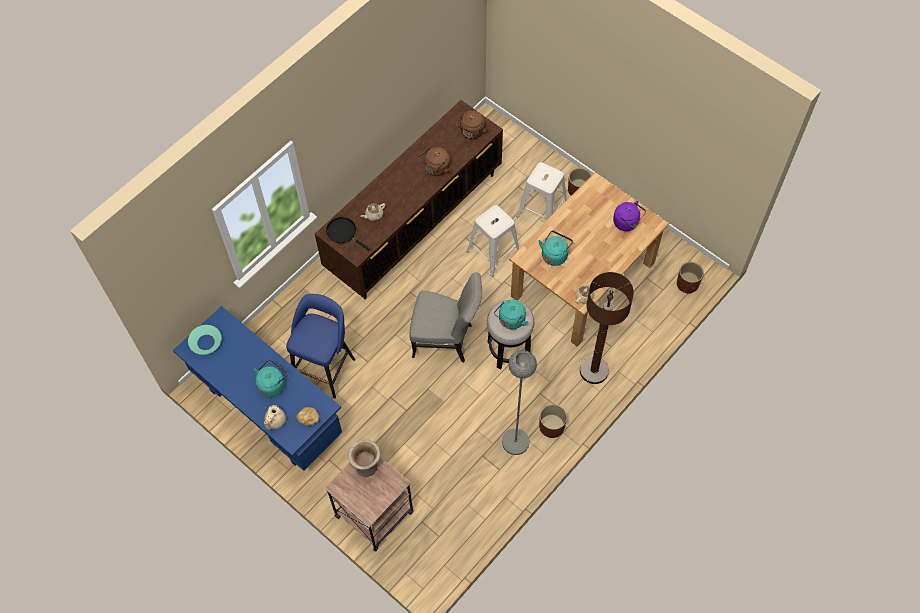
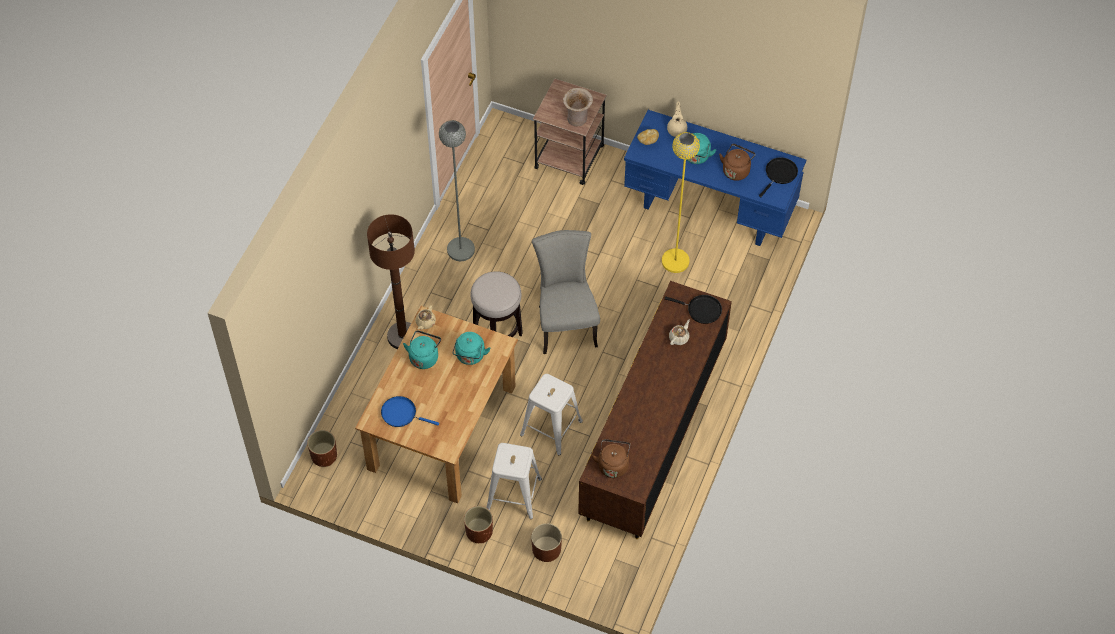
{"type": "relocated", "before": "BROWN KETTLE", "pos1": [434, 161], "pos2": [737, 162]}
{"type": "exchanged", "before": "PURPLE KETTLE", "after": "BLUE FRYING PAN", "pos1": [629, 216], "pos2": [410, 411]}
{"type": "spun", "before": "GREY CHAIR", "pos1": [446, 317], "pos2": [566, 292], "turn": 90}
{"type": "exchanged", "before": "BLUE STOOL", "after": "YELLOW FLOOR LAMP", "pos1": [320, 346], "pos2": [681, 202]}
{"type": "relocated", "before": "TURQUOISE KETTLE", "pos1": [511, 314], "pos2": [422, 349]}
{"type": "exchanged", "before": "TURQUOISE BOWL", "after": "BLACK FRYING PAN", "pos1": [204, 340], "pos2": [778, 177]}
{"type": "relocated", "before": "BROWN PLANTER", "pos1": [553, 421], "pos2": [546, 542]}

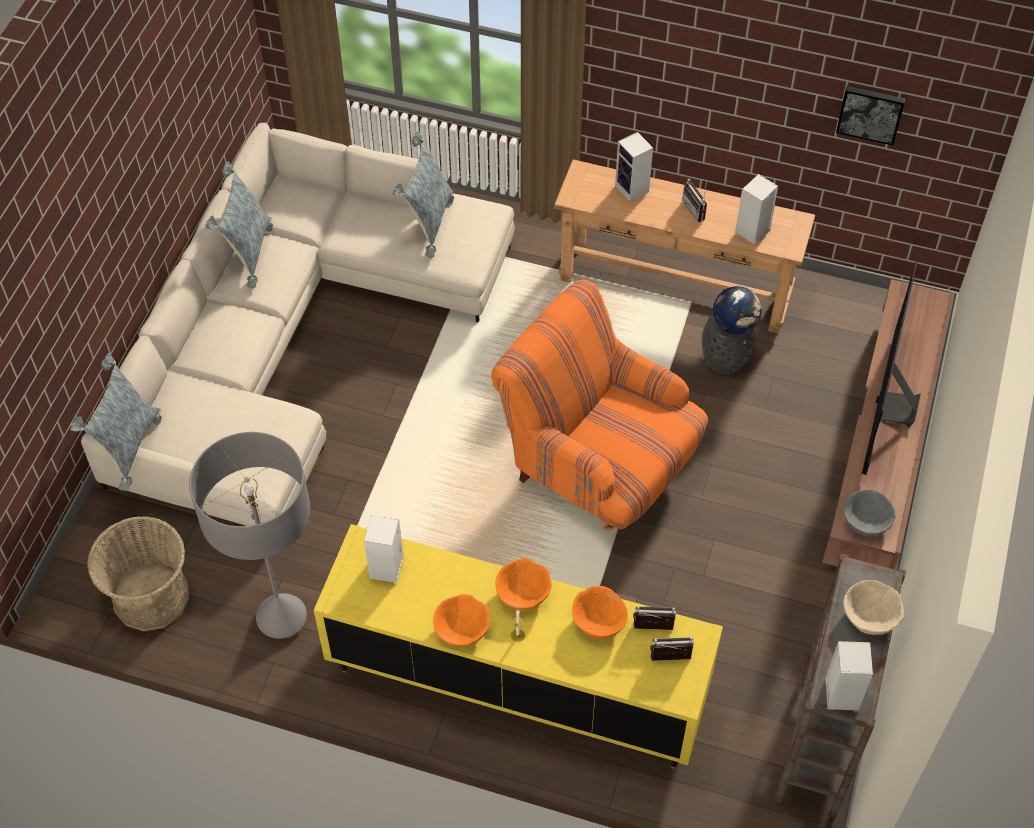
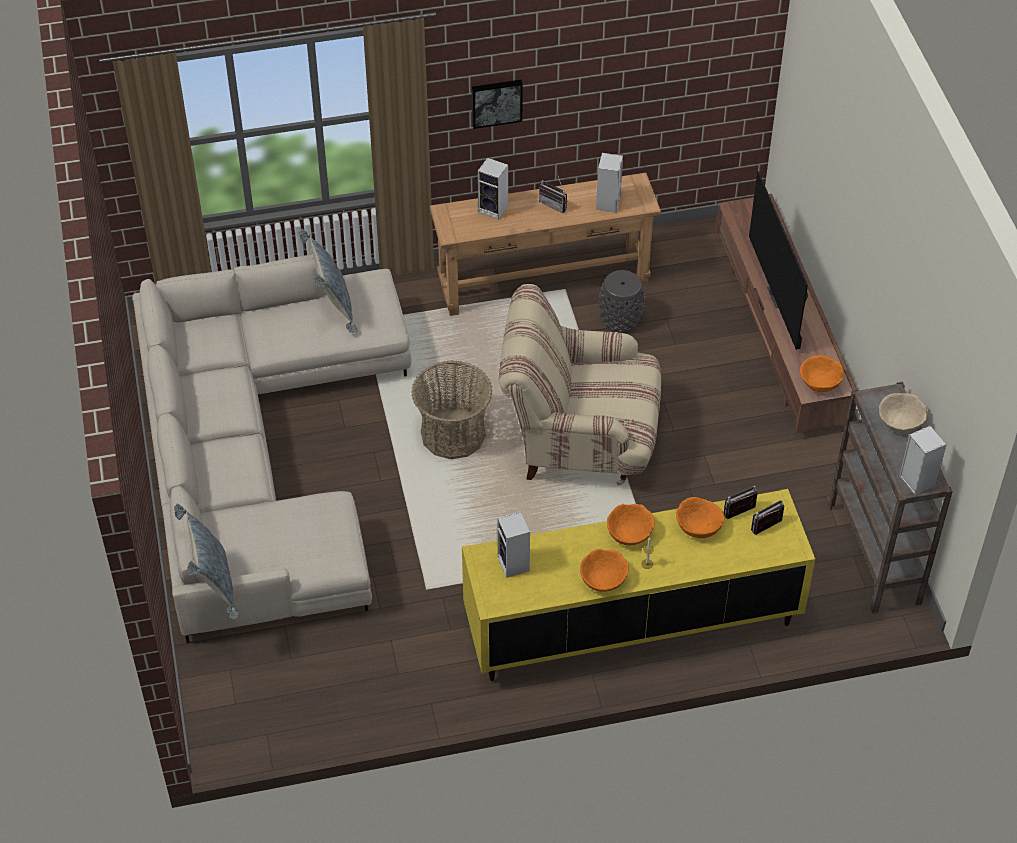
{"type": "relocated", "before": "PICTURE", "pos1": [871, 115], "pos2": [497, 104]}
{"type": "missing", "before": "PILLOW", "pos1": [239, 224]}
{"type": "colour", "before": "ORANGE ARMCHAIR", "after": "BEIGE ARMCHAIR", "pos1": [599, 405], "pos2": [580, 385]}
{"type": "missing", "before": "GLOBE", "pos1": [737, 310]}
{"type": "missing", "before": "GREY FLOOR LAMP", "pos1": [249, 535]}
{"type": "colour", "before": "GREY BOWL", "after": "ORANGE BOWL", "pos1": [870, 513], "pos2": [822, 373]}
{"type": "relocated", "before": "BASKET", "pos1": [138, 573], "pos2": [452, 410]}

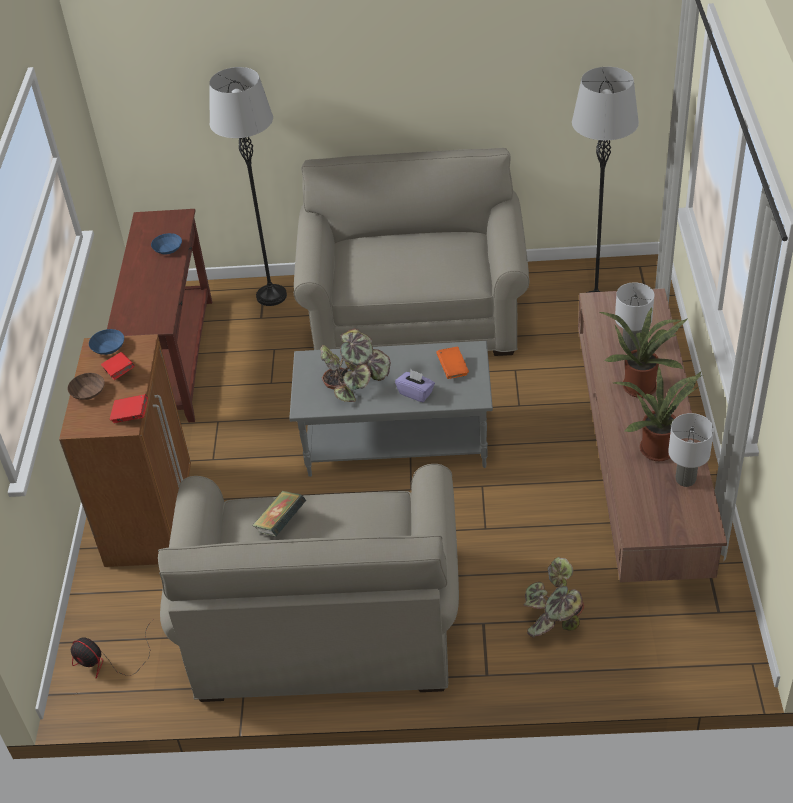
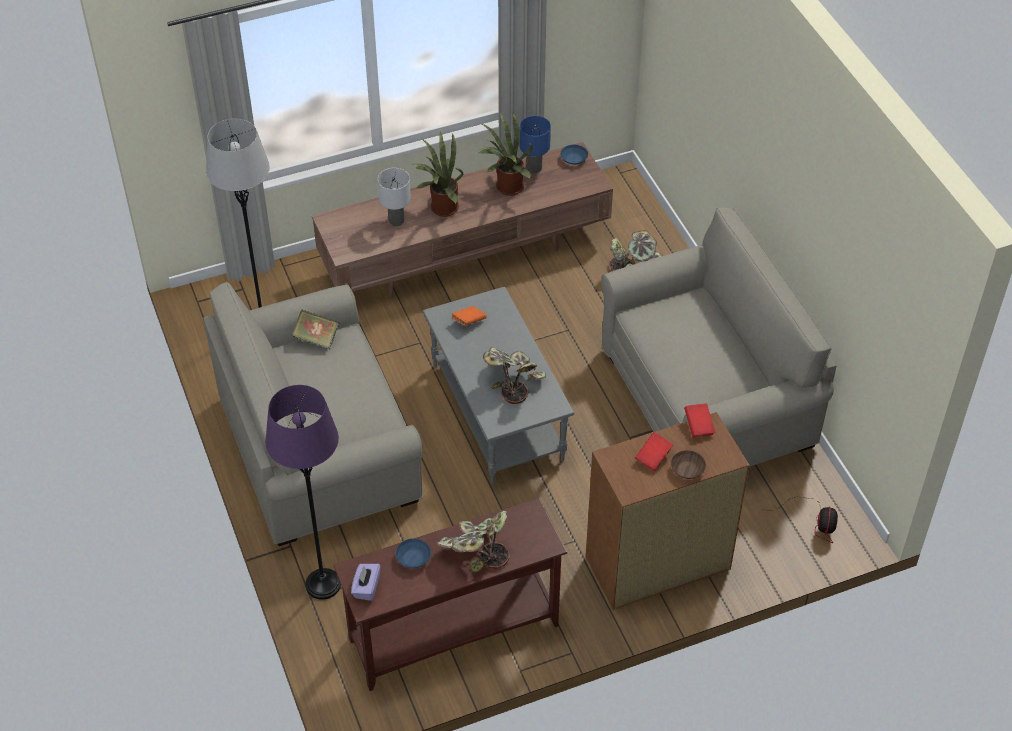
{"type": "colour", "before": "GREY FLOOR LAMP", "after": "PURPLE FLOOR LAMP", "pos1": [248, 186], "pos2": [303, 492]}
{"type": "relocated", "before": "BLUE BOWL", "pos1": [106, 342], "pos2": [574, 155]}
{"type": "relocated", "before": "PURPLE TISSUE BOX", "pos1": [415, 385], "pos2": [366, 582]}
{"type": "colour", "before": "WHITE TABLE LAMP", "after": "BLUE TABLE LAMP", "pos1": [691, 450], "pos2": [535, 144]}
{"type": "relocated", "before": "BOOK", "pos1": [279, 514], "pos2": [315, 329]}
{"type": "appeared", "after": "POTTED PLANT", "pos2": [473, 541]}

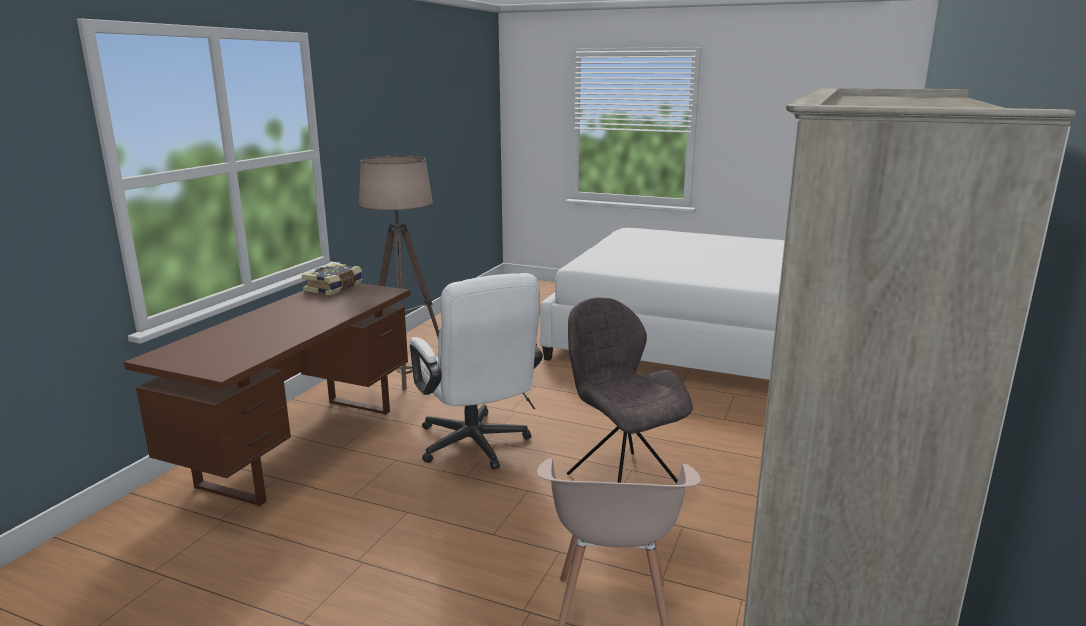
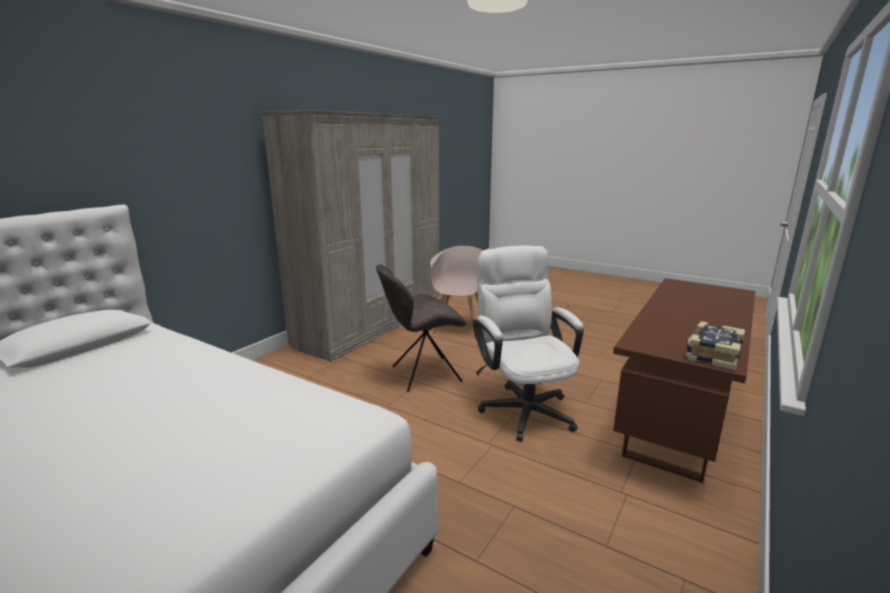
{"type": "missing", "before": "FLOOR LAMP", "pos1": [399, 273]}
{"type": "spun", "before": "GREY CHAIR", "pos1": [630, 391], "pos2": [421, 328], "turn": 90}

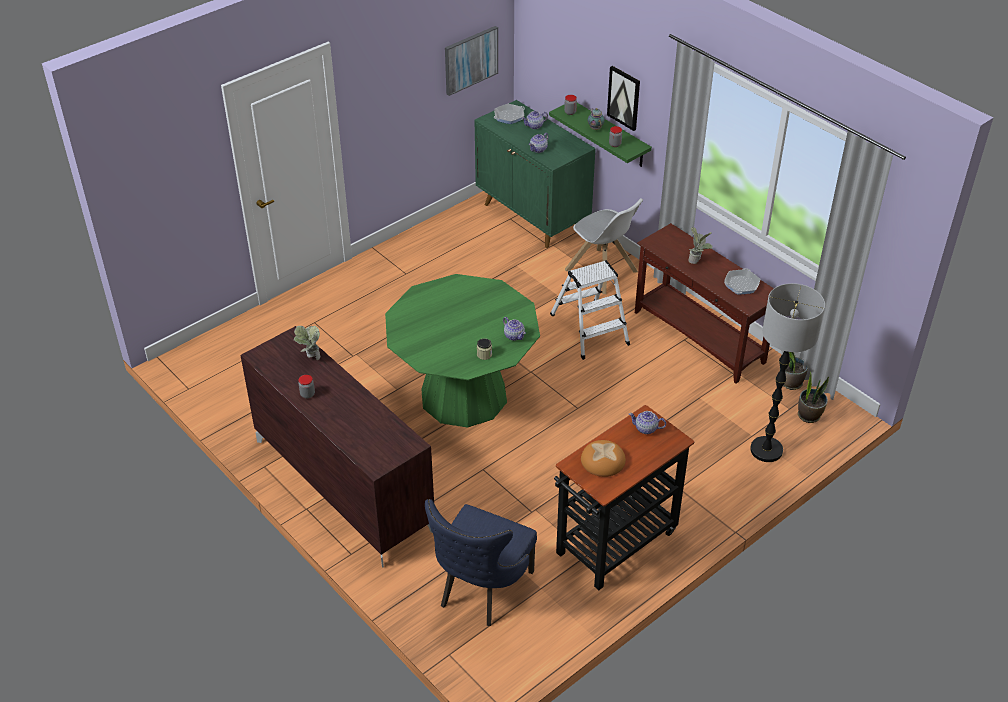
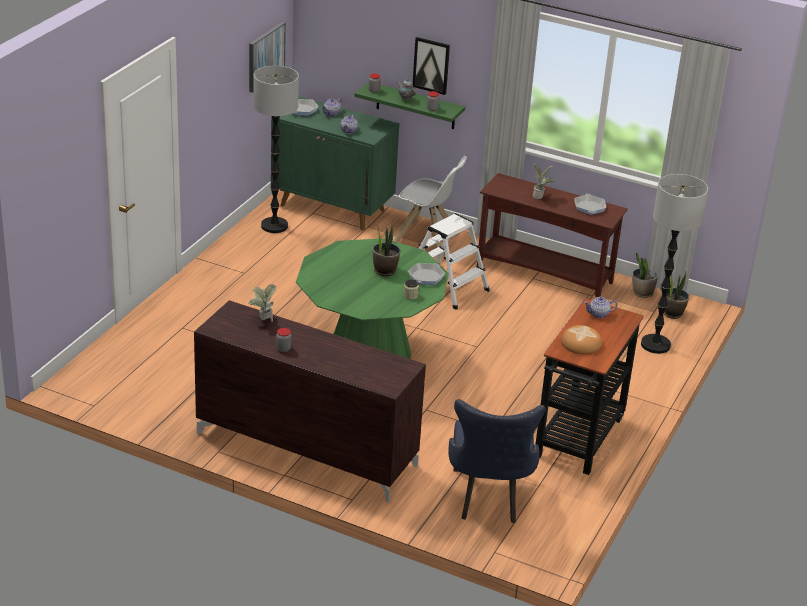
{"type": "exchanged", "before": "TEAPOT", "after": "FRYING PAN", "pos1": [514, 329], "pos2": [426, 274]}
{"type": "appeared", "after": "FLOOR LAMP", "pos2": [276, 149]}
{"type": "appeared", "after": "POTTED PLANT", "pos2": [386, 249]}

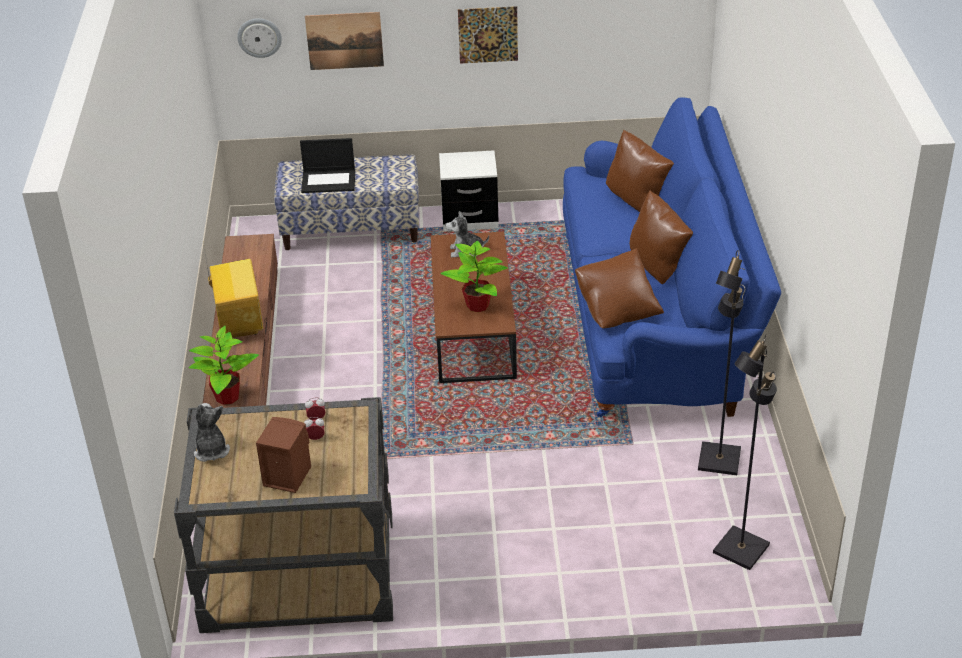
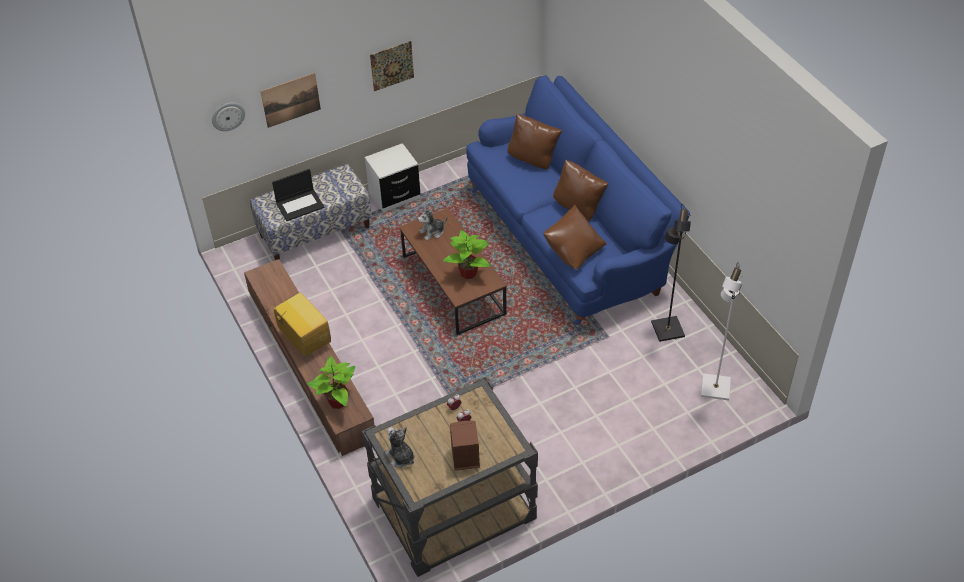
{"type": "colour", "before": "BLACK FLOOR LAMP", "after": "WHITE FLOOR LAMP", "pos1": [745, 452], "pos2": [722, 331]}

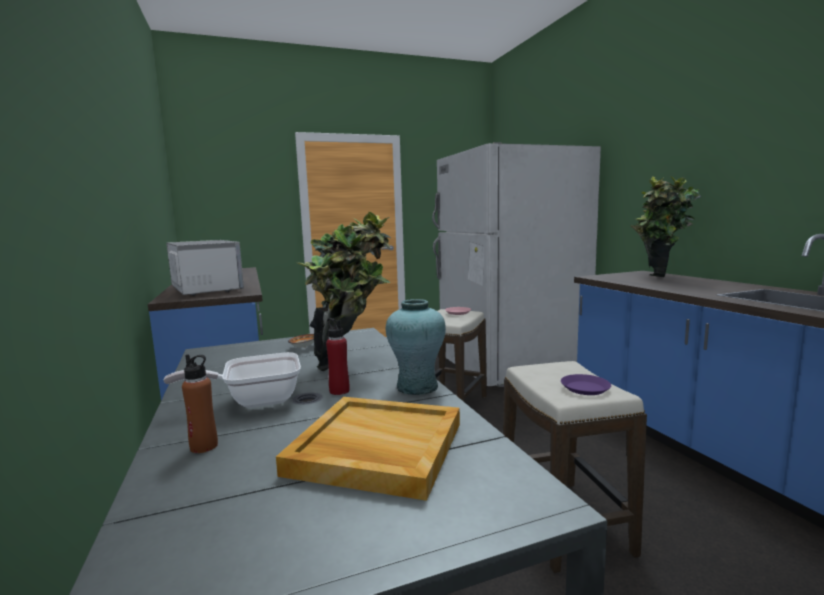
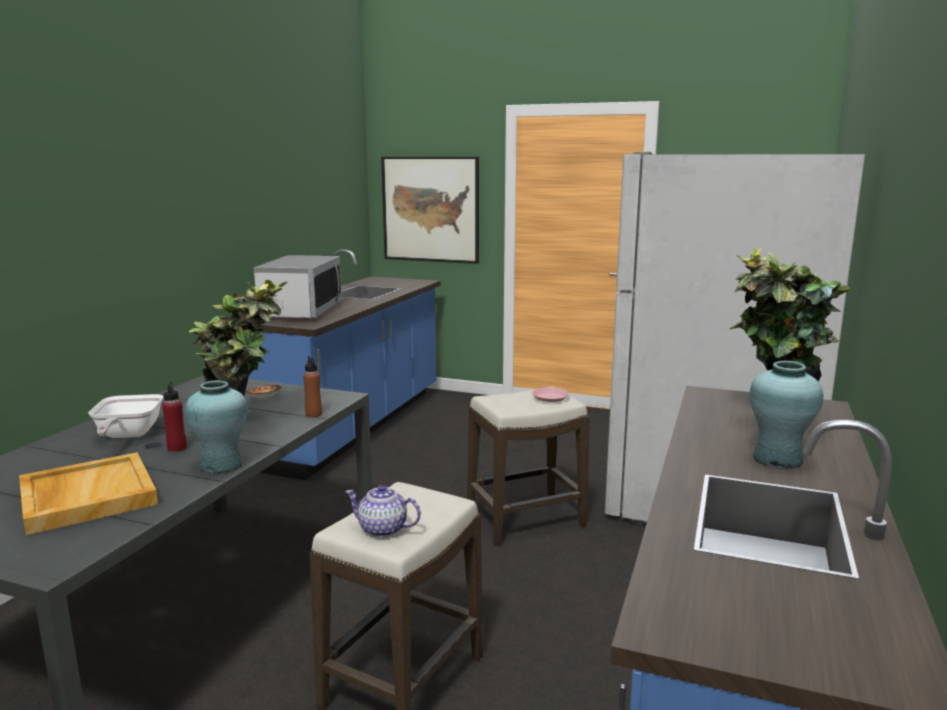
{"type": "spun", "before": "FRYING PAN", "pos1": [232, 380], "pos2": [125, 416], "turn": -120}
{"type": "relocated", "before": "BROWN BOTTLE", "pos1": [200, 403], "pos2": [312, 386]}
{"type": "exchanged", "before": "PURPLE PLATE", "after": "TEAPOT", "pos1": [586, 384], "pos2": [383, 511]}
{"type": "appeared", "after": "PICTURE", "pos2": [430, 210]}
{"type": "appeared", "after": "TURQUOISE VASE", "pos2": [787, 415]}

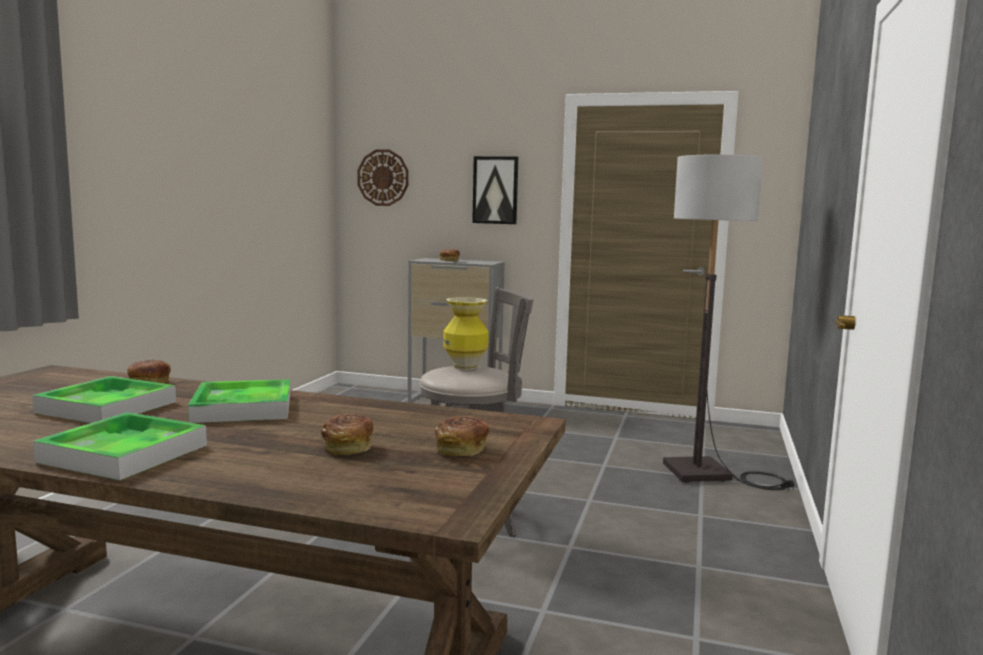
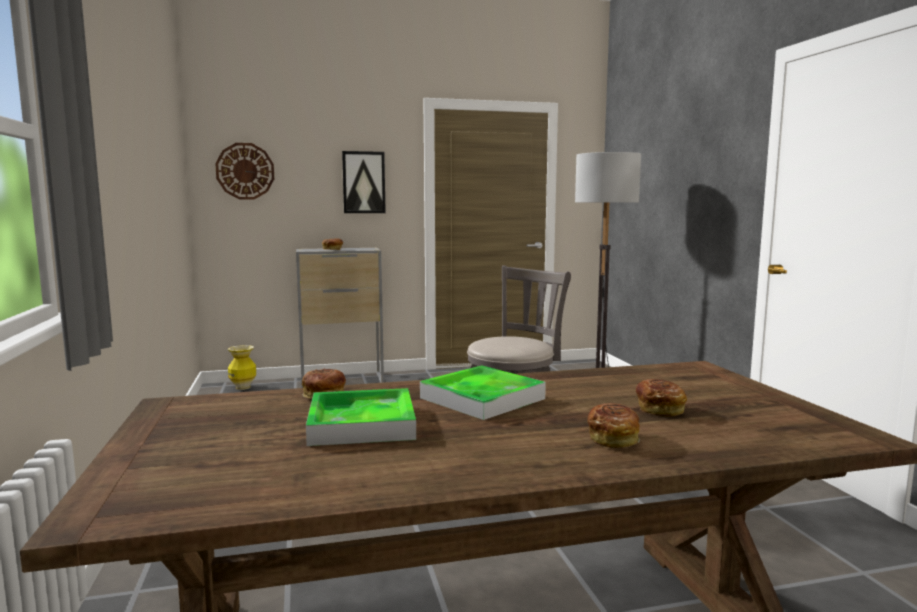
{"type": "relocated", "before": "VASE", "pos1": [466, 333], "pos2": [242, 367]}
{"type": "missing", "before": "TRAY", "pos1": [120, 446]}
{"type": "relocated", "before": "BREAD", "pos1": [462, 436], "pos2": [614, 425]}

